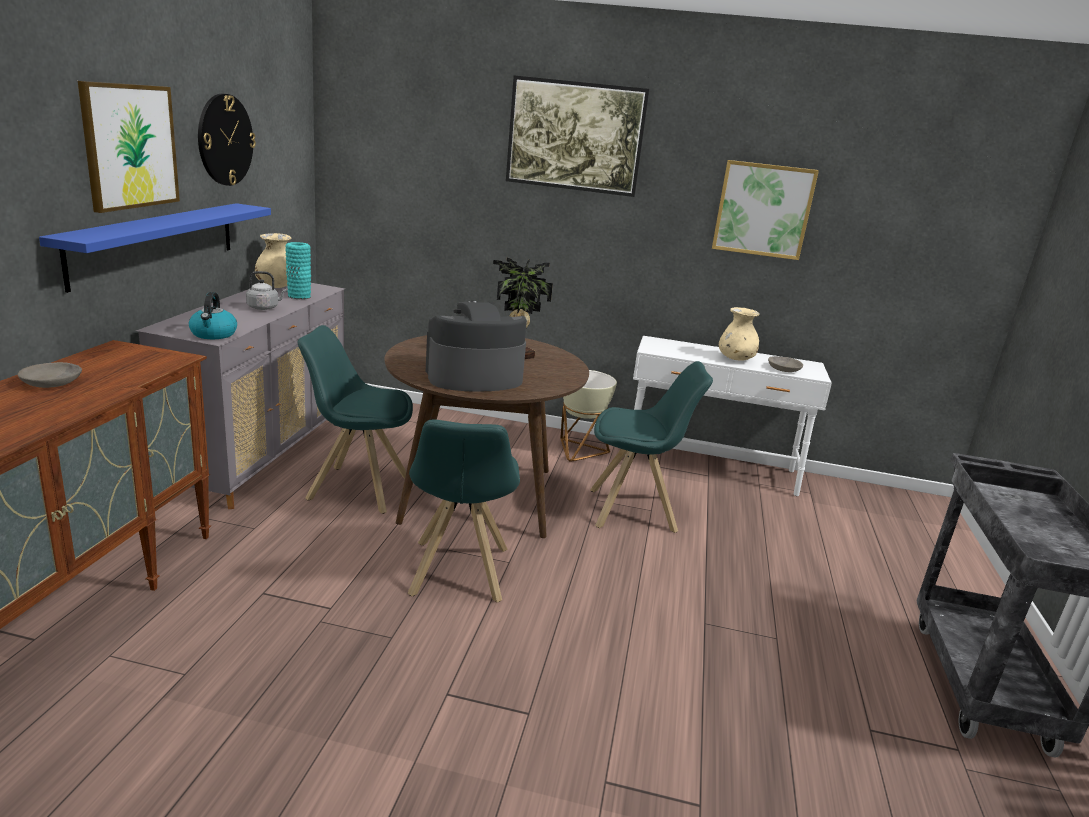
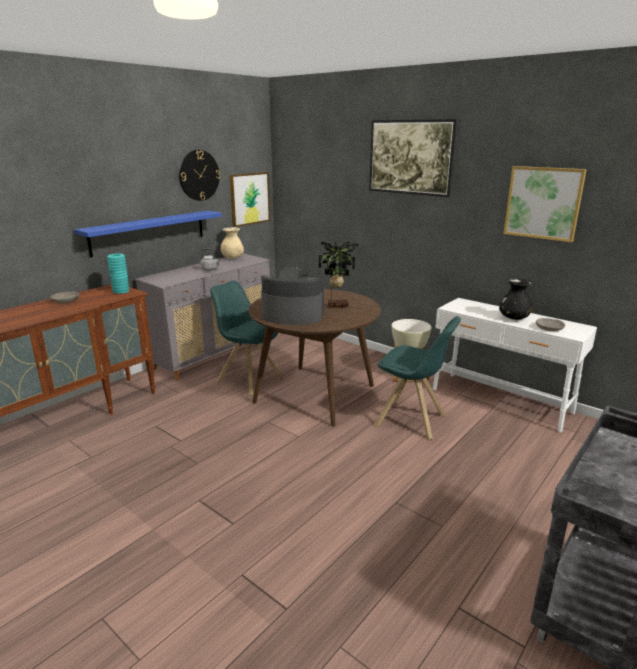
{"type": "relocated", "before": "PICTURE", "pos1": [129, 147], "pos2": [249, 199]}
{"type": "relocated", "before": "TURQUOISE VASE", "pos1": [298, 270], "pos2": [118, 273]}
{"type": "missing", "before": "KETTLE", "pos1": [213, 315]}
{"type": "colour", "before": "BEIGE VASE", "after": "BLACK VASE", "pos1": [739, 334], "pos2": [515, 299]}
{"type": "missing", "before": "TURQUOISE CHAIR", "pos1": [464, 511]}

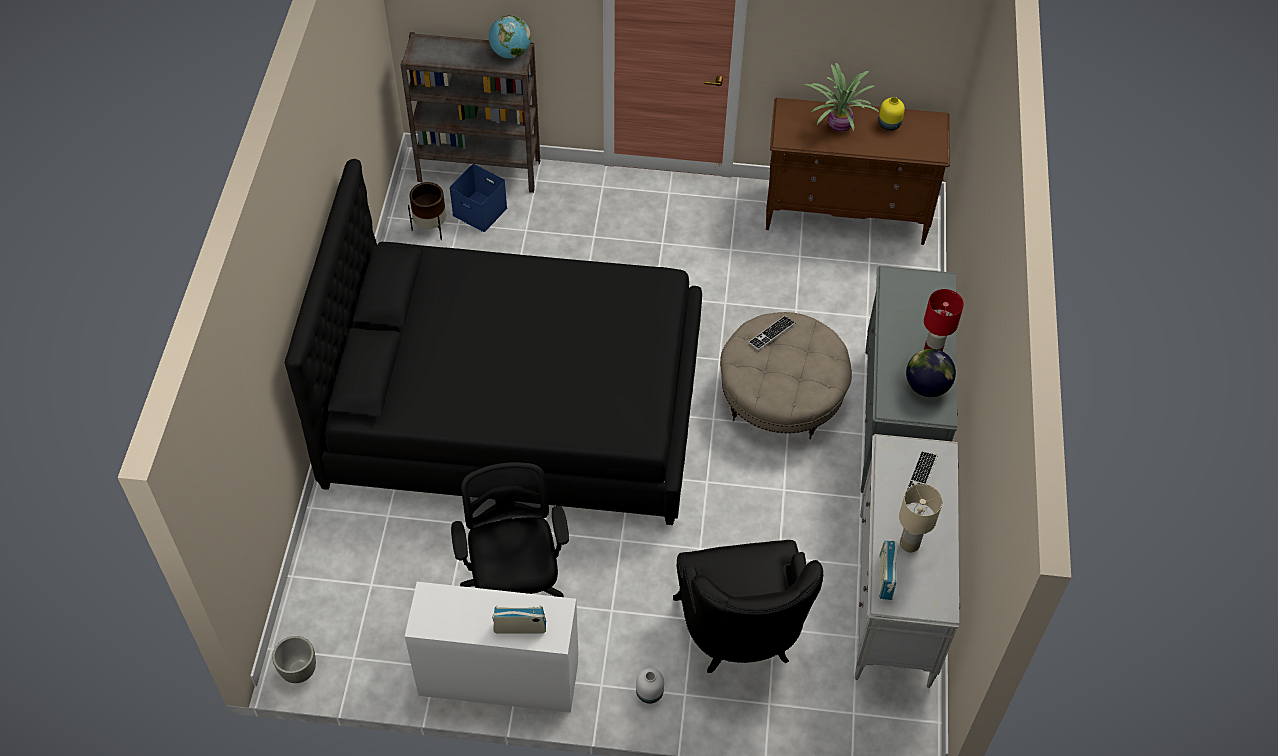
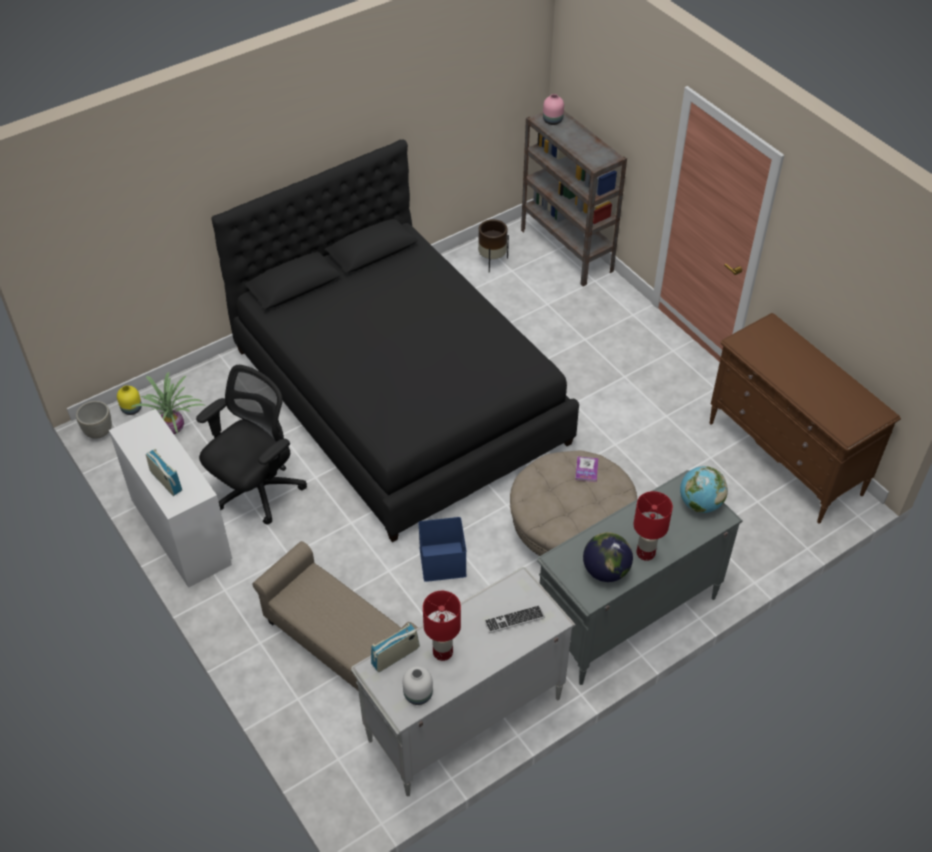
{"type": "relocated", "before": "GLOBE", "pos1": [510, 37], "pos2": [704, 489]}
{"type": "relocated", "before": "POTTED PLANT", "pos1": [841, 97], "pos2": [167, 403]}
{"type": "relocated", "before": "YELLOW VASE", "pos1": [892, 114], "pos2": [129, 400]}
{"type": "relocated", "before": "BLUE STORAGE BOX", "pos1": [478, 198], "pos2": [442, 549]}
{"type": "exchanged", "before": "KEYBOARD", "after": "BOOK", "pos1": [771, 333], "pos2": [586, 469]}
{"type": "colour", "before": "BEIGE TABLE LAMP", "after": "RED TABLE LAMP", "pos1": [920, 518], "pos2": [442, 626]}
{"type": "exchanged", "before": "BLACK ARMCHAIR", "after": "BEIGE OTTOMAN", "pos1": [748, 606], "pos2": [335, 615]}
{"type": "relocated", "before": "WHITE VASE", "pos1": [650, 686], "pos2": [418, 685]}
{"type": "appeared", "after": "PINK VASE", "pos2": [553, 109]}

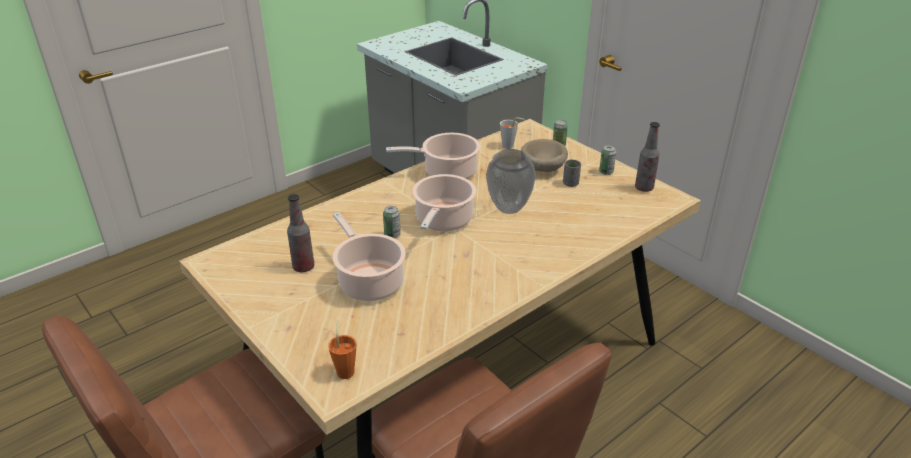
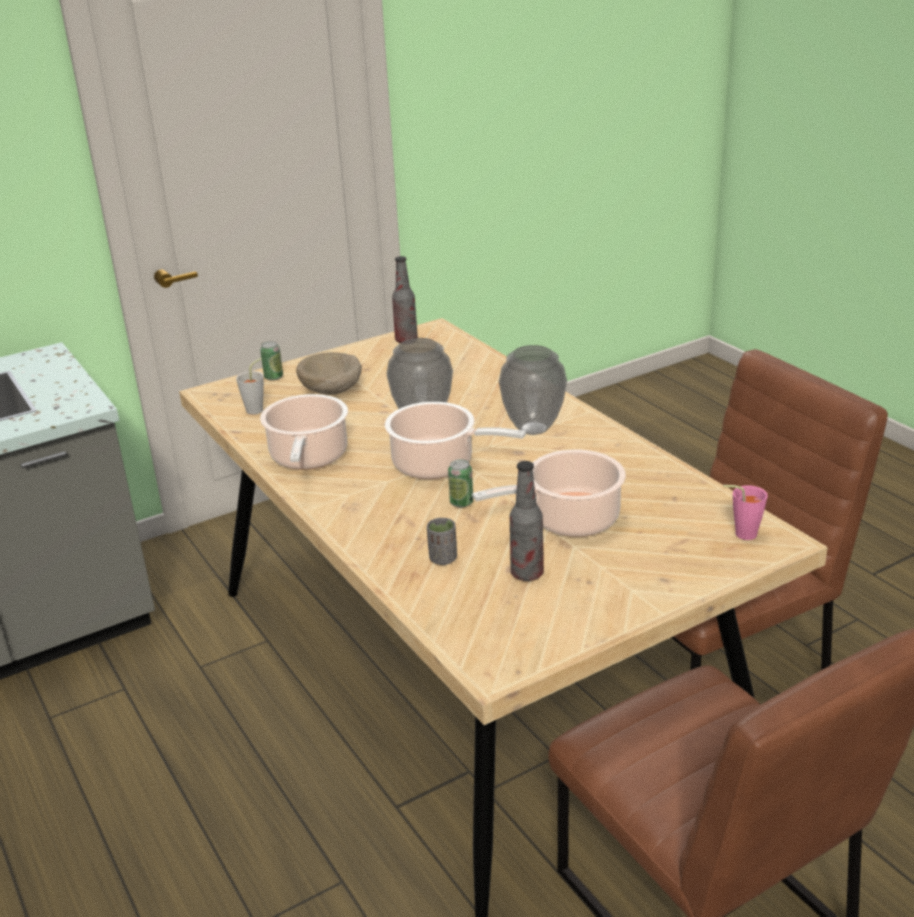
{"type": "missing", "before": "CAN", "pos1": [607, 160]}
{"type": "relocated", "before": "GREY CUP", "pos1": [572, 173], "pos2": [442, 541]}
{"type": "colour", "before": "ORANGE CUP", "after": "PINK CUP", "pos1": [342, 350], "pos2": [745, 512]}
{"type": "appeared", "after": "VASE", "pos2": [533, 390]}

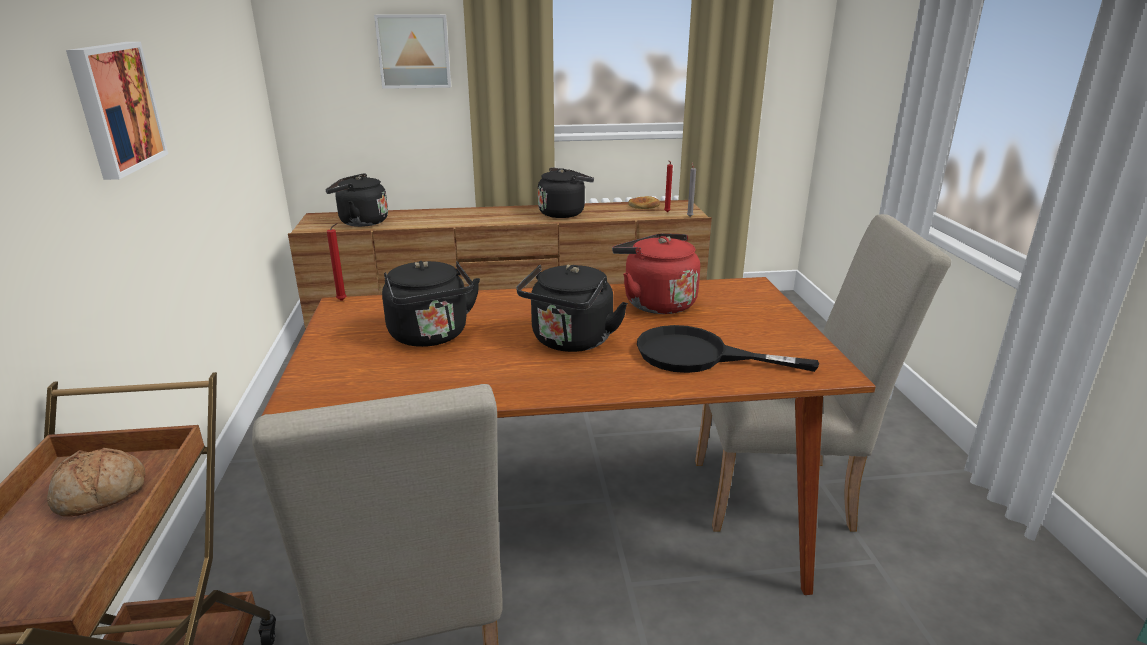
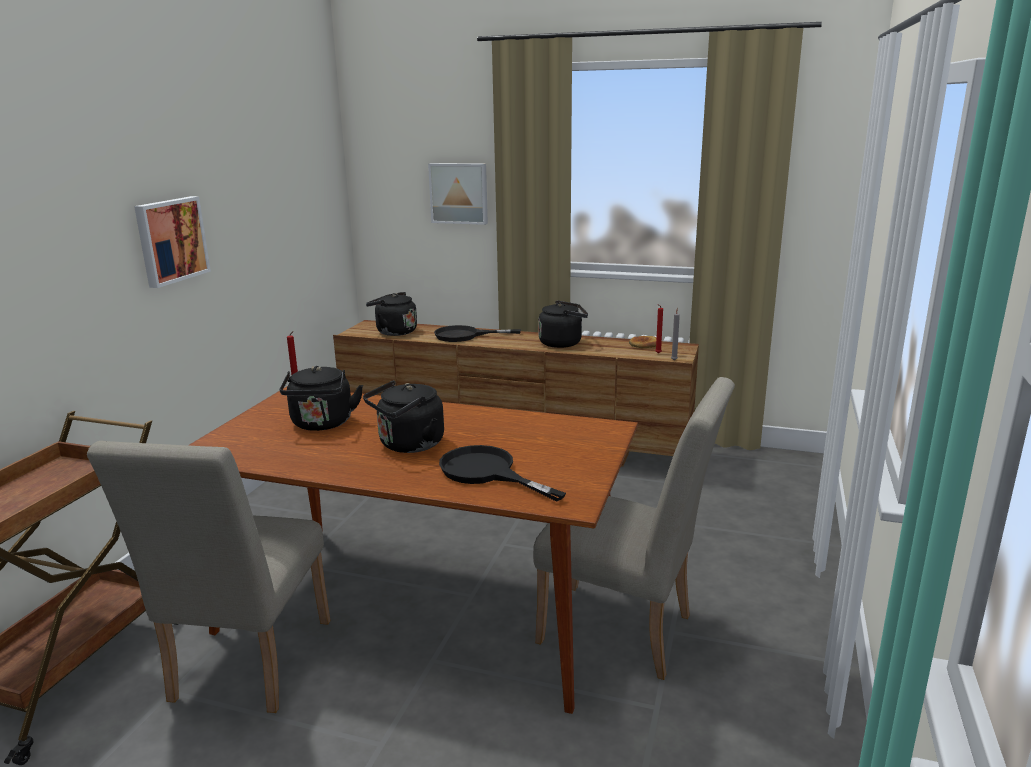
{"type": "missing", "before": "RED KETTLE", "pos1": [656, 273]}
{"type": "missing", "before": "BREAD", "pos1": [96, 482]}
{"type": "appeared", "after": "BLACK FRYING PAN", "pos2": [477, 333]}

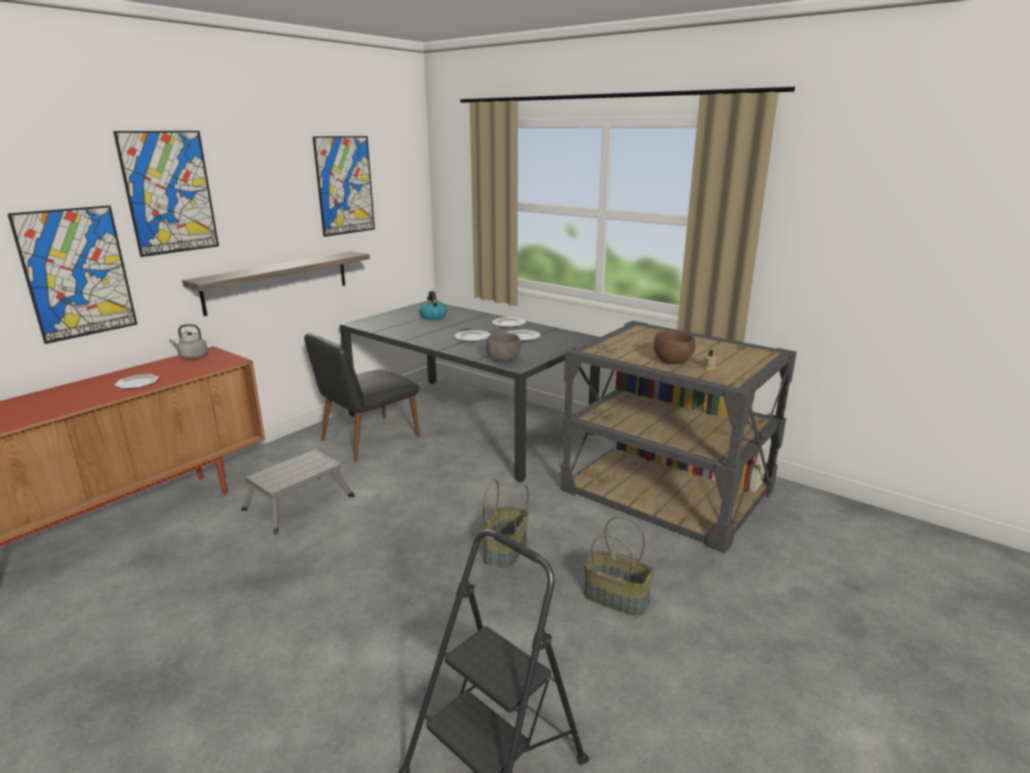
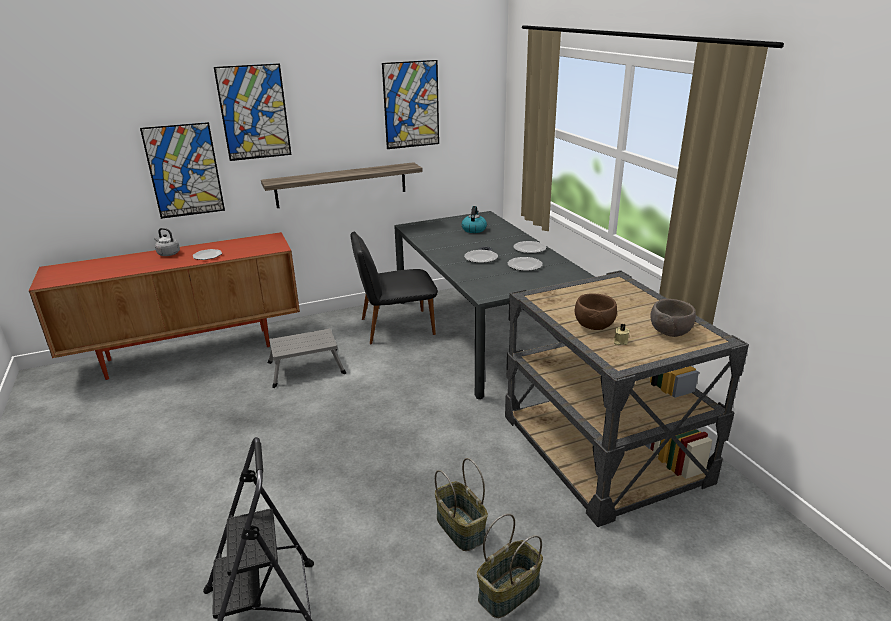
{"type": "relocated", "before": "GREY KETTLE", "pos1": [188, 341], "pos2": [167, 242]}
{"type": "relocated", "before": "BROWN BOWL", "pos1": [503, 347], "pos2": [673, 318]}
{"type": "relocated", "before": "BASKET", "pos1": [506, 524], "pos2": [510, 565]}

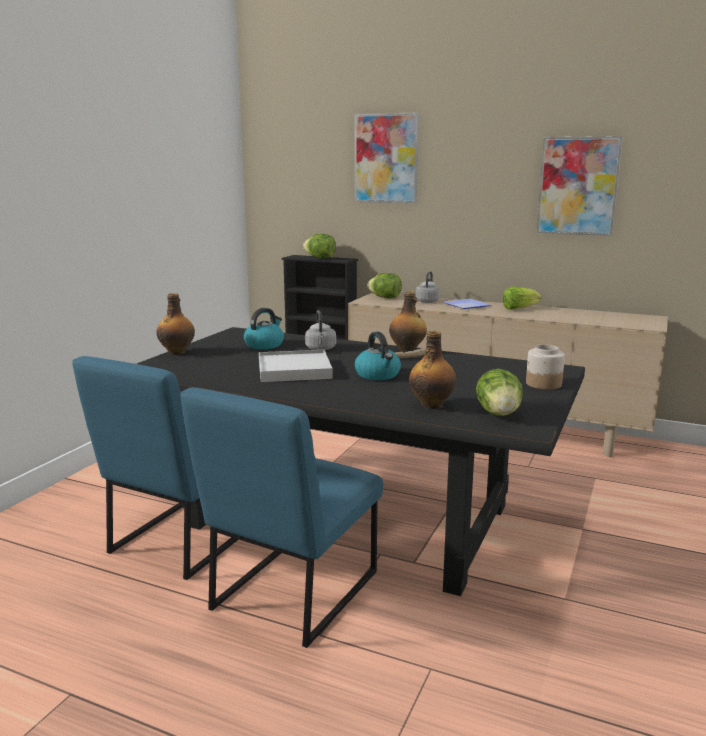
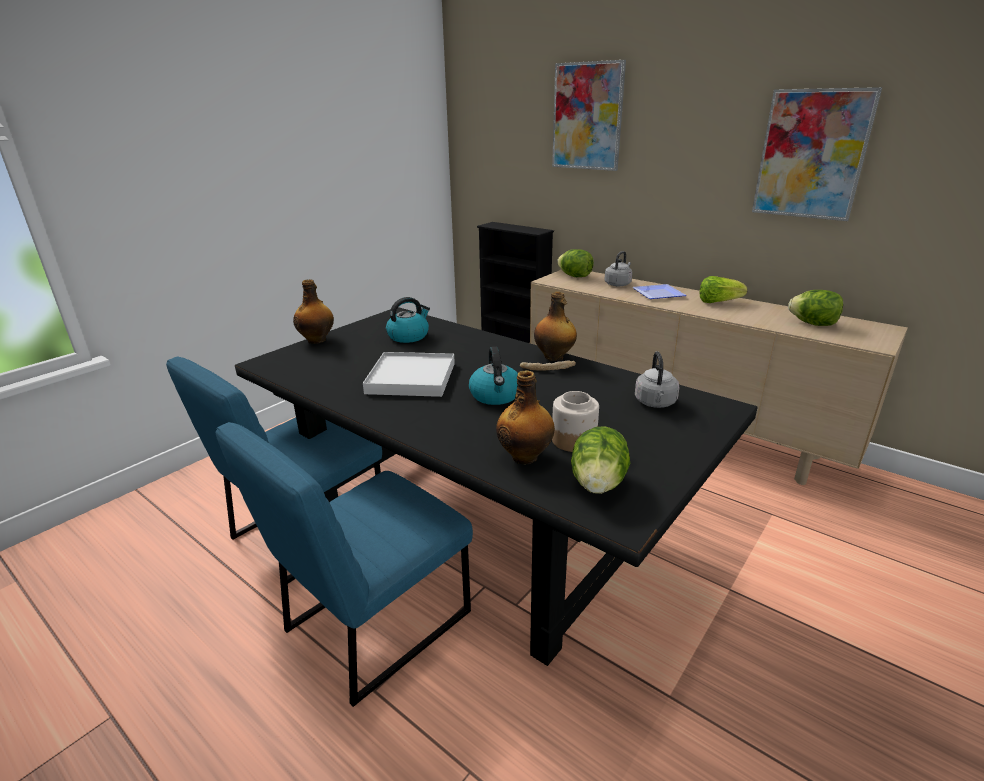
{"type": "relocated", "before": "LETTUCE", "pos1": [319, 246], "pos2": [815, 308]}
{"type": "relocated", "before": "GREY KETTLE", "pos1": [320, 330], "pos2": [657, 379]}
{"type": "relocated", "before": "JAR", "pos1": [545, 367], "pos2": [575, 421]}

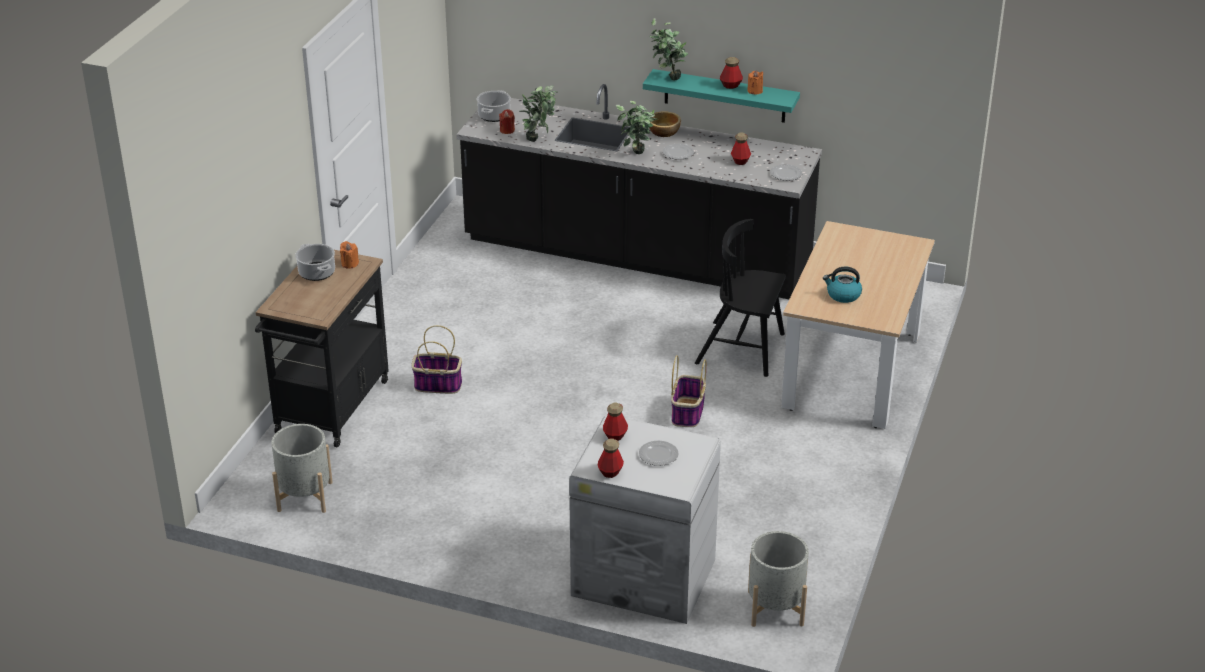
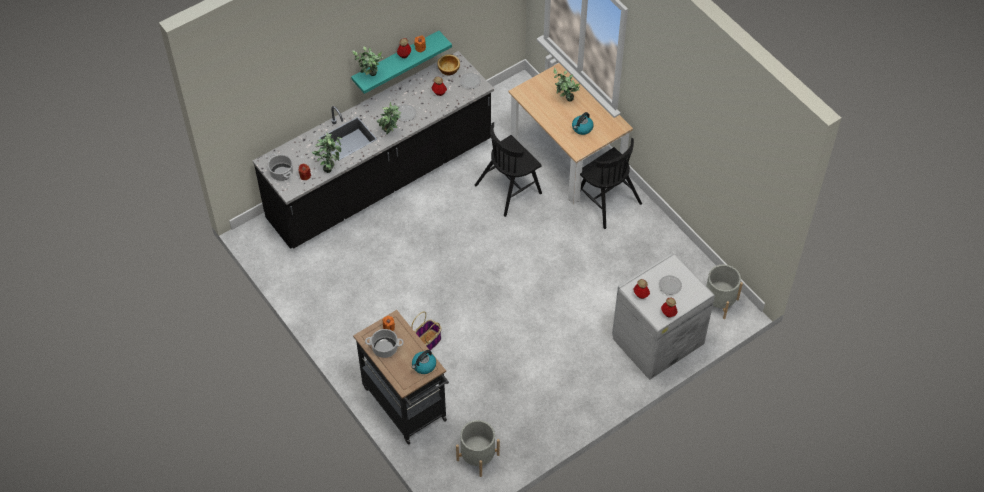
{"type": "relocated", "before": "BOWL", "pos1": [665, 124], "pos2": [448, 64]}
{"type": "missing", "before": "BASKET", "pos1": [689, 391]}
{"type": "appeared", "after": "POTTED PLANT", "pos2": [567, 85]}
{"type": "appeared", "after": "BLACK CHAIR", "pos2": [611, 183]}
{"type": "appeared", "after": "KETTLE", "pos2": [424, 362]}

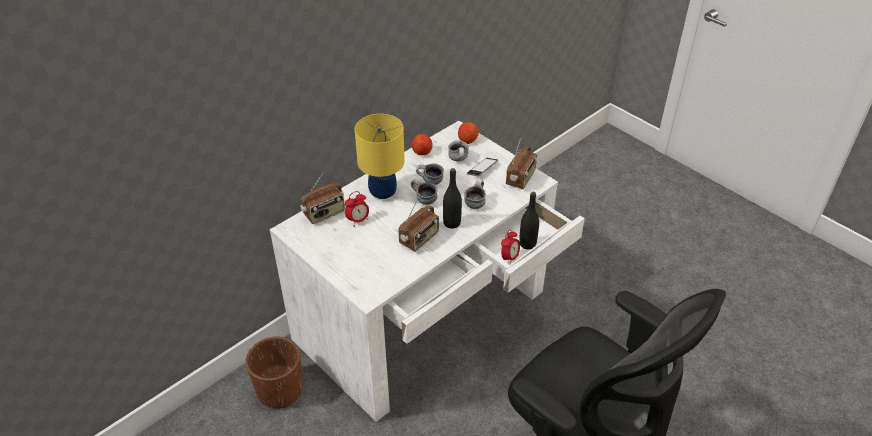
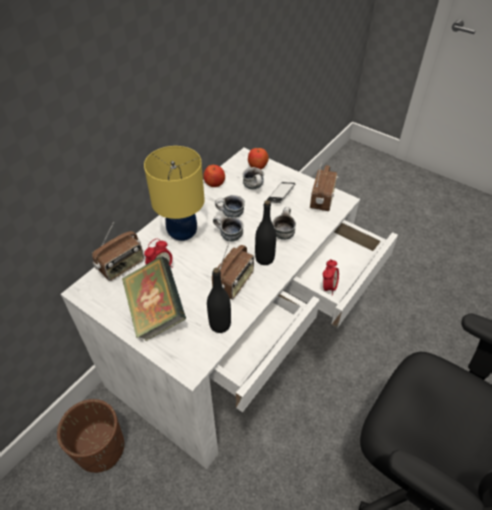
{"type": "relocated", "before": "BLACK BOTTLE", "pos1": [529, 221], "pos2": [219, 300]}
{"type": "appeared", "after": "BOOK", "pos2": [154, 298]}

